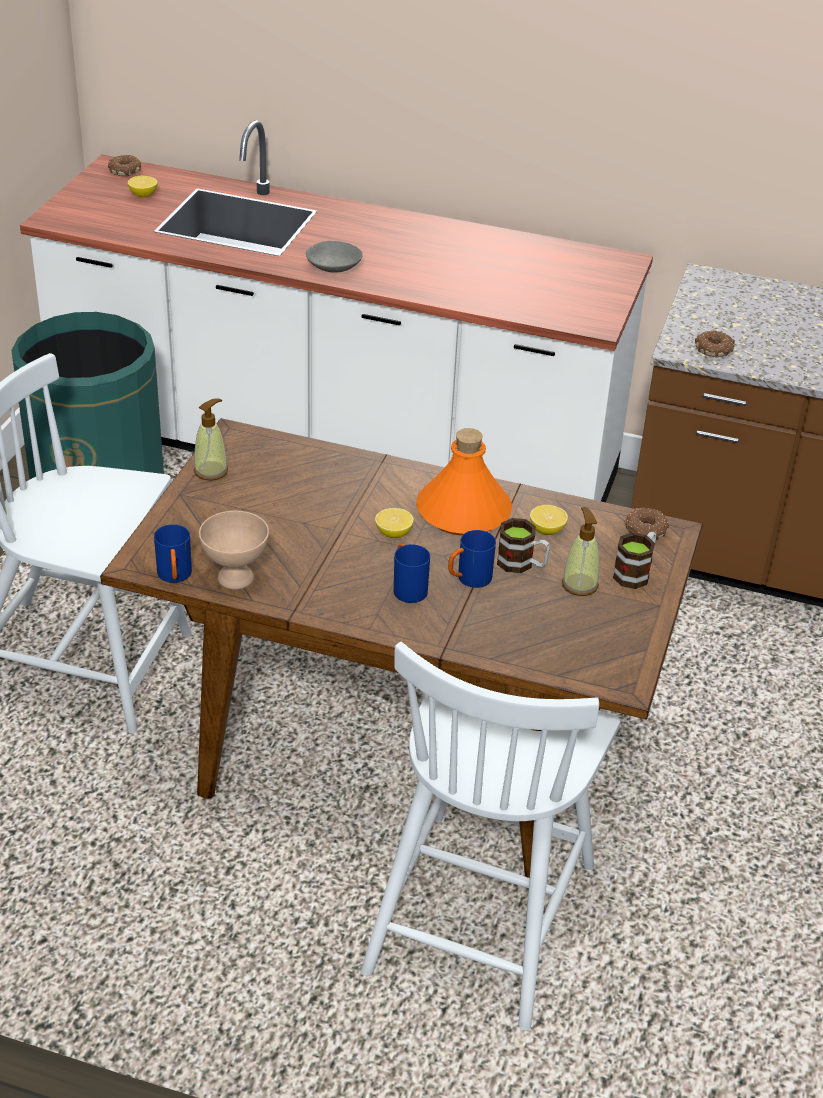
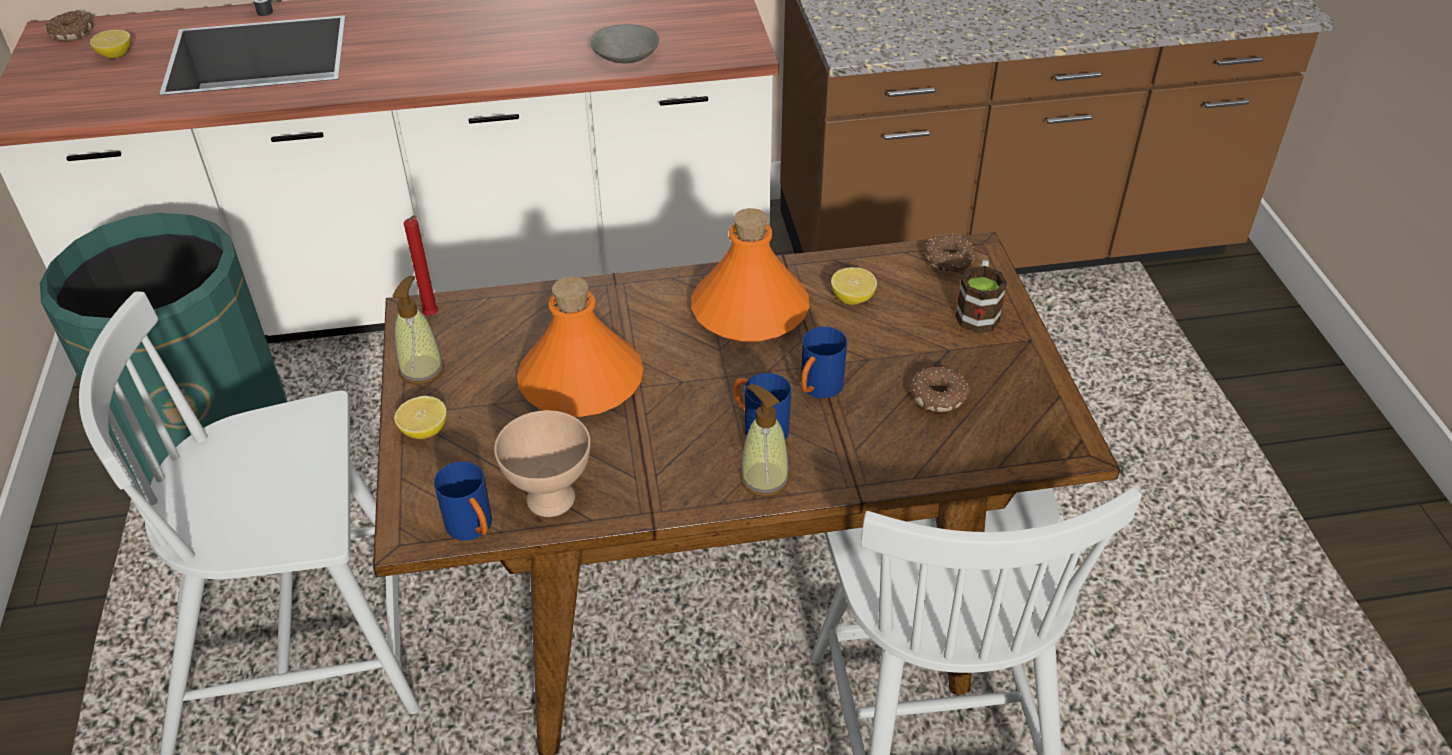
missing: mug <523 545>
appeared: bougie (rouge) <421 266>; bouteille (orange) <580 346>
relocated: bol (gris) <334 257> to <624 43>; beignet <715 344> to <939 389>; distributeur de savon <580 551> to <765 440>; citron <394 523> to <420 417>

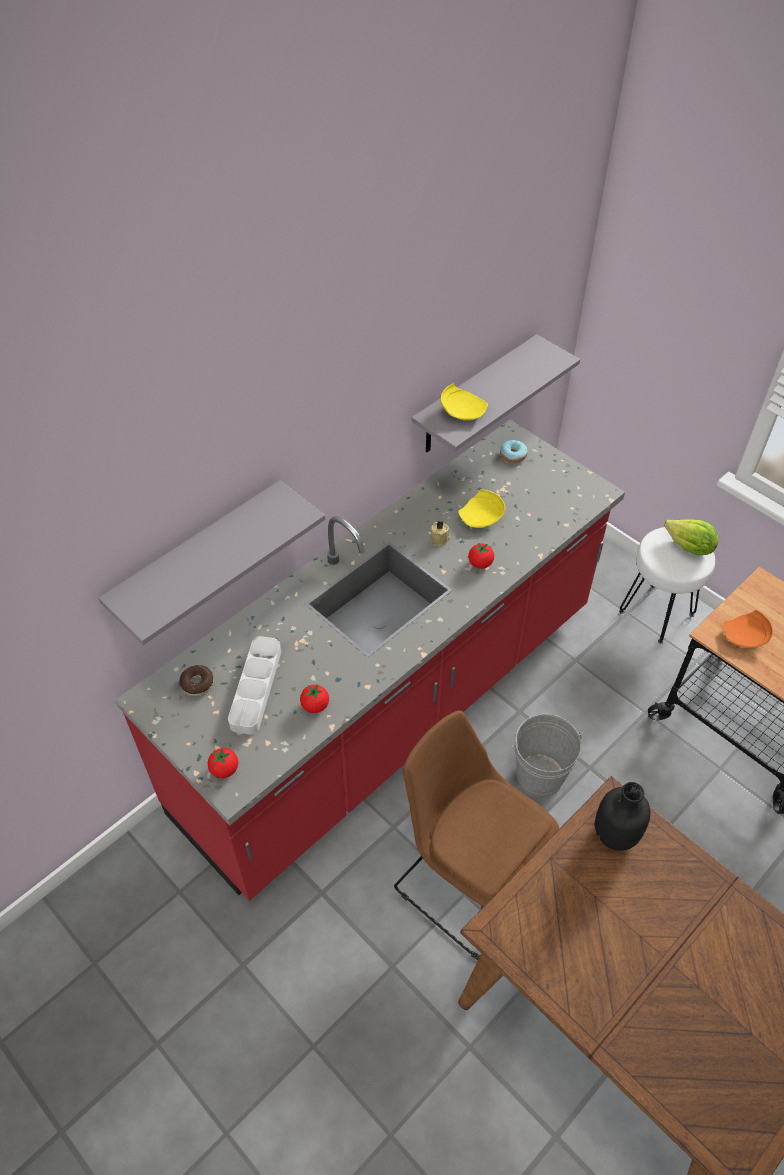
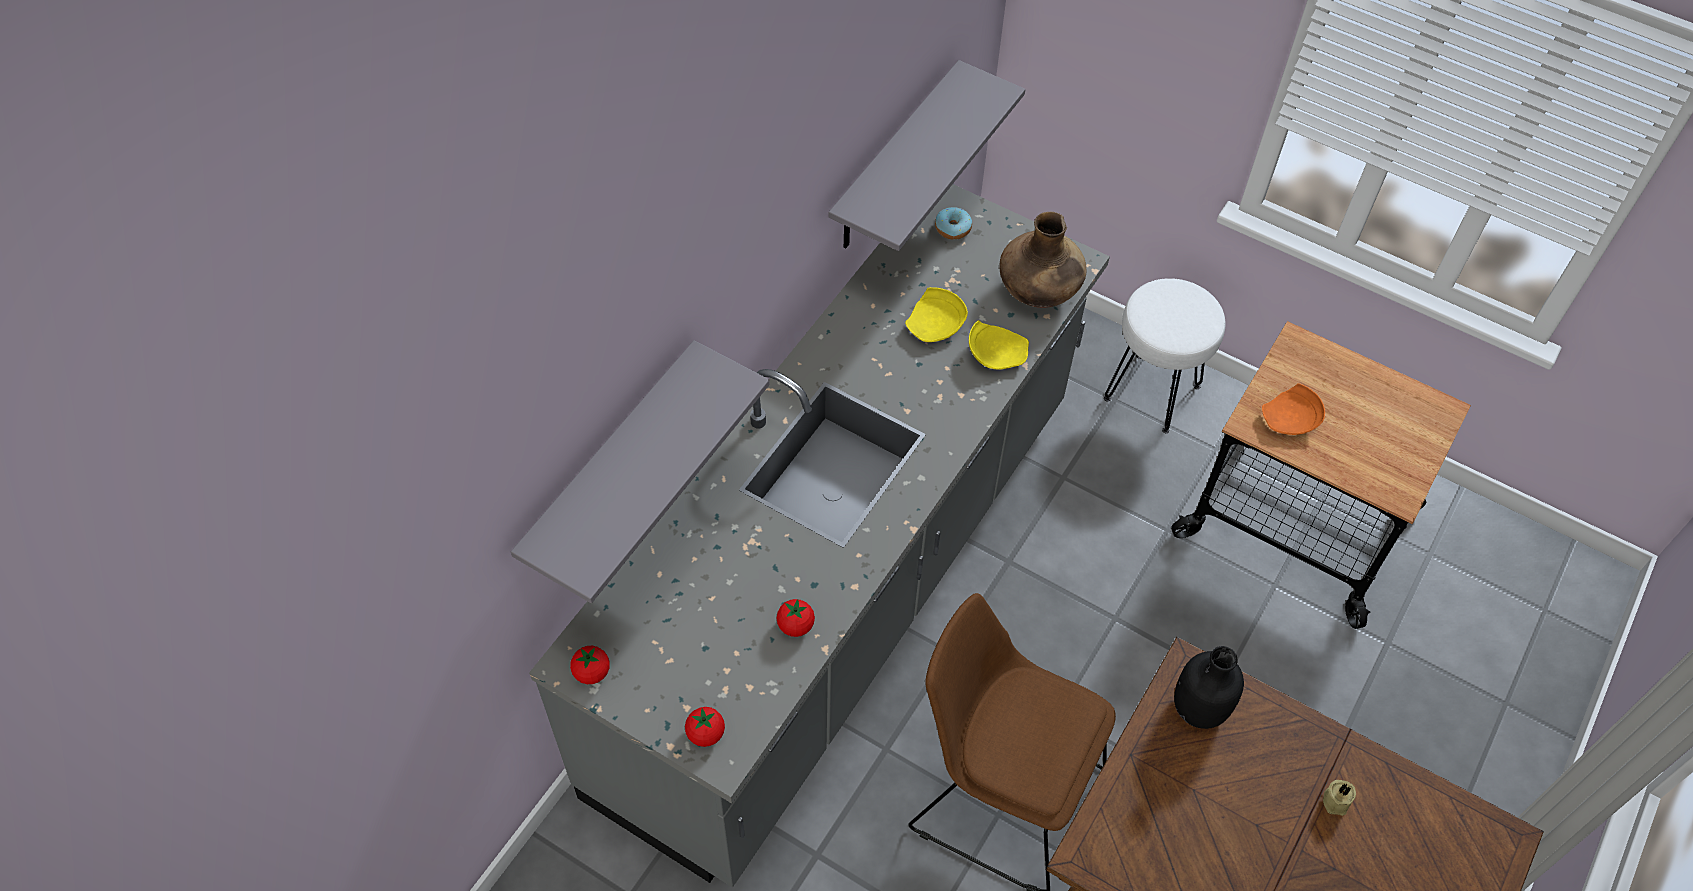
missing: laitue <691 537>; plateau (gris) <254 685>; beignet <196 680>; seau (gris) <547 755>
appeared: vase (marron) <1043 260>
relocated: assiette (jaune) <464 402> to <999 345>; bougie (beige) <440 534> to <1339 798>; tomate <481 556> to <590 665>
colour: comptoir de cuisine (rouge) <370 660> to comptoir de cuisine (gris) <819 535>

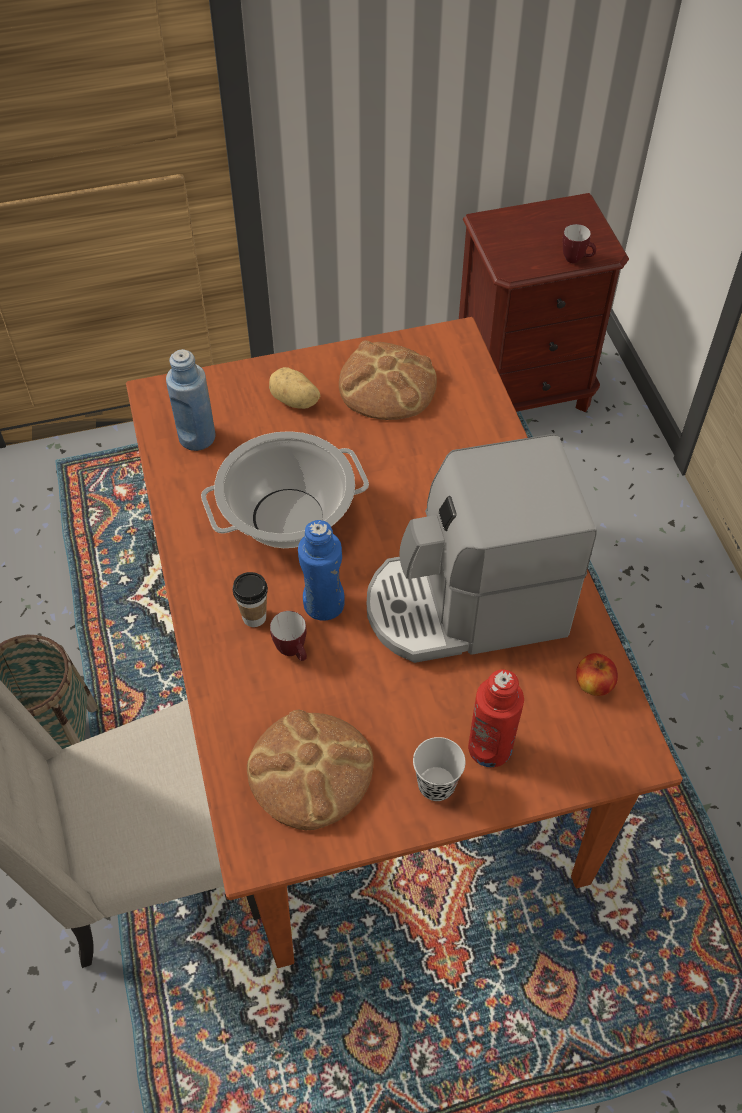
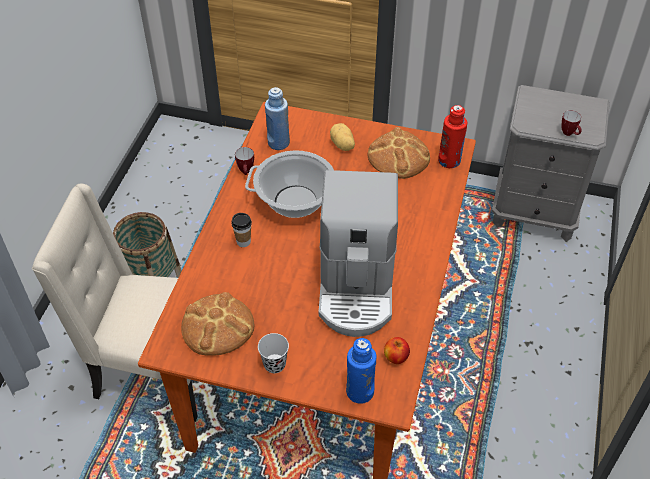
relocated: bouteille (bleu) <321 570> to <361 371>; mug <288 636> to <244 161>; bouteille (rouge) <496 718> to <452 136>
colour: table de chevet (marron) <544 302> to table de chevet (gris) <551 163>
spun: machine à café <482 548> = <358 253> 105 degrees counterclockwise

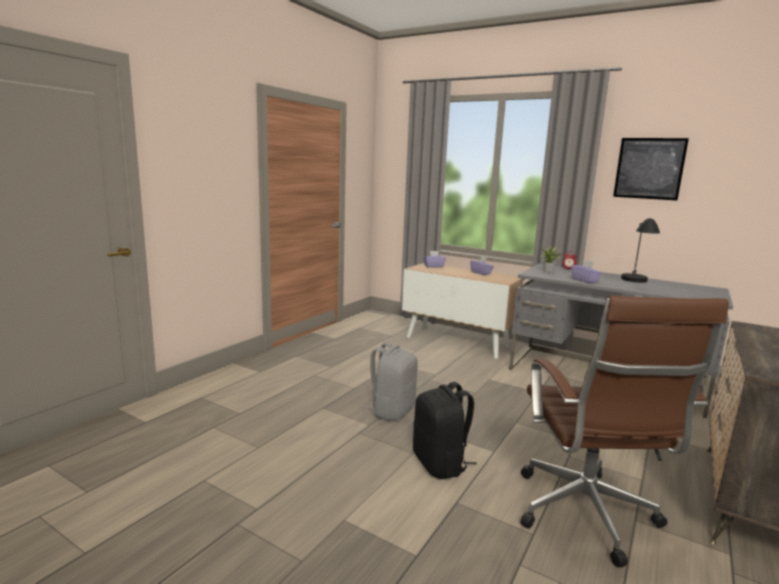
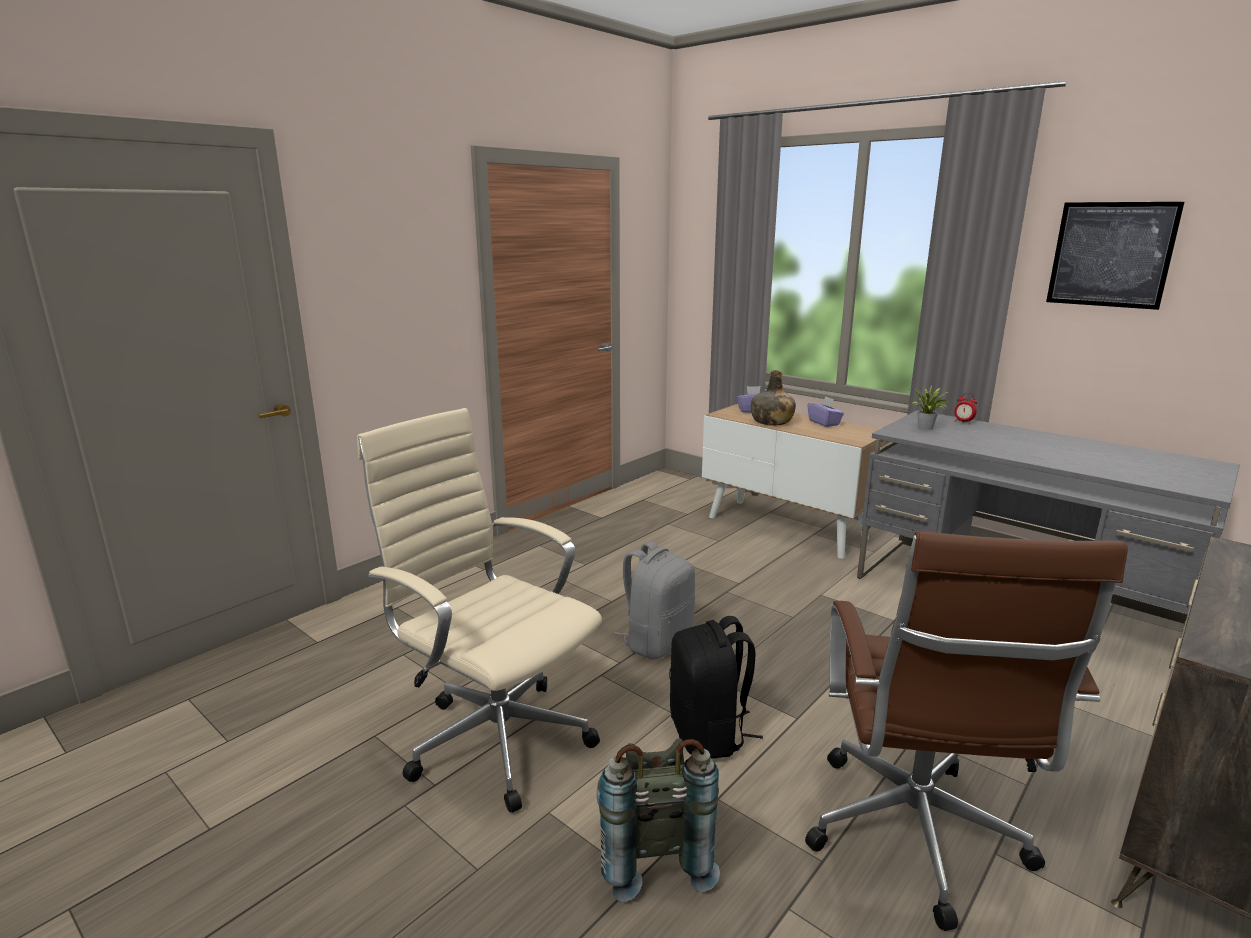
missing: lampe de table (noir) <640 250>; boîte à mouchoirs (violet) <586 271>
appeared: bouteille (vert) <773 398>; chaise de bureau (beige) <479 610>; sac à dos (gris) <658 820>

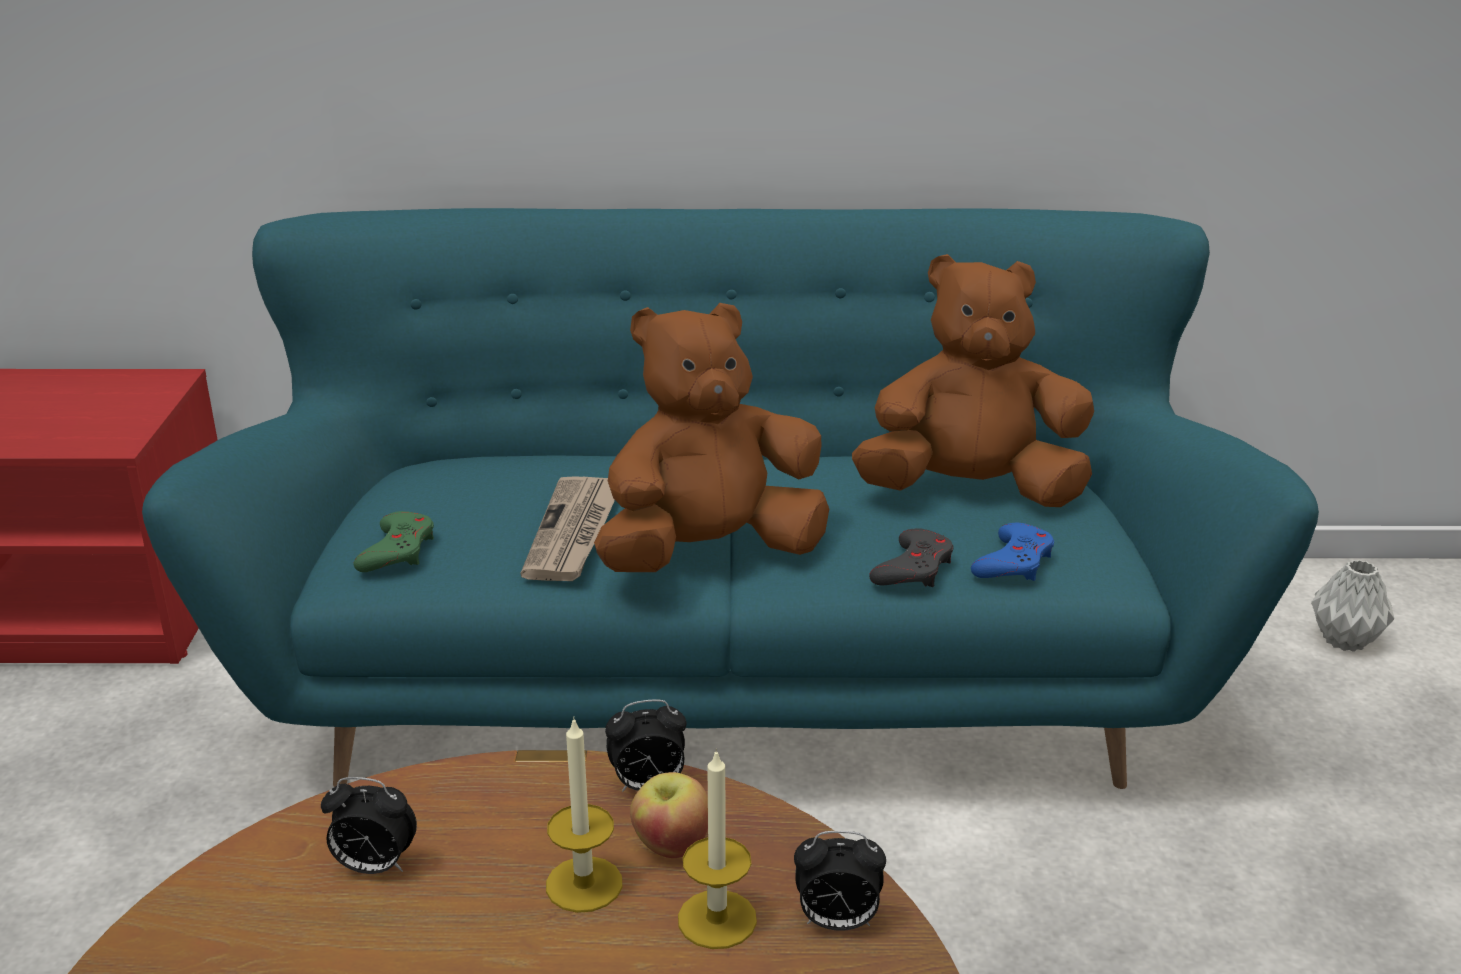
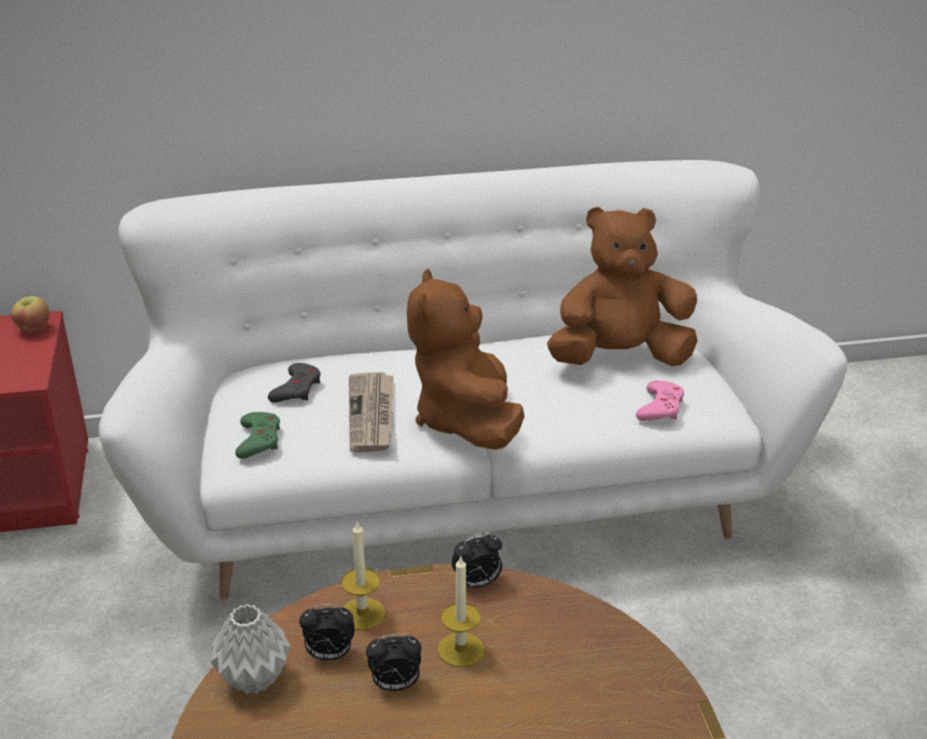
relocated: manette (gris) <911 557> to <294 382>; vase (gris) <1352 606> to <250 649>; bougie <717 849> to <363 576>; pomme <669 815> to <30 315>; réveil <840 881> to <393 662>
colour: canapé (turquoise) <730 498> to canapé (blanc) <473 380>; manette (bleu) <1012 552> to manette (rose) <660 400>
spun: peluche (marron) <711 437> = <466 359> 60 degrees counterclockwise

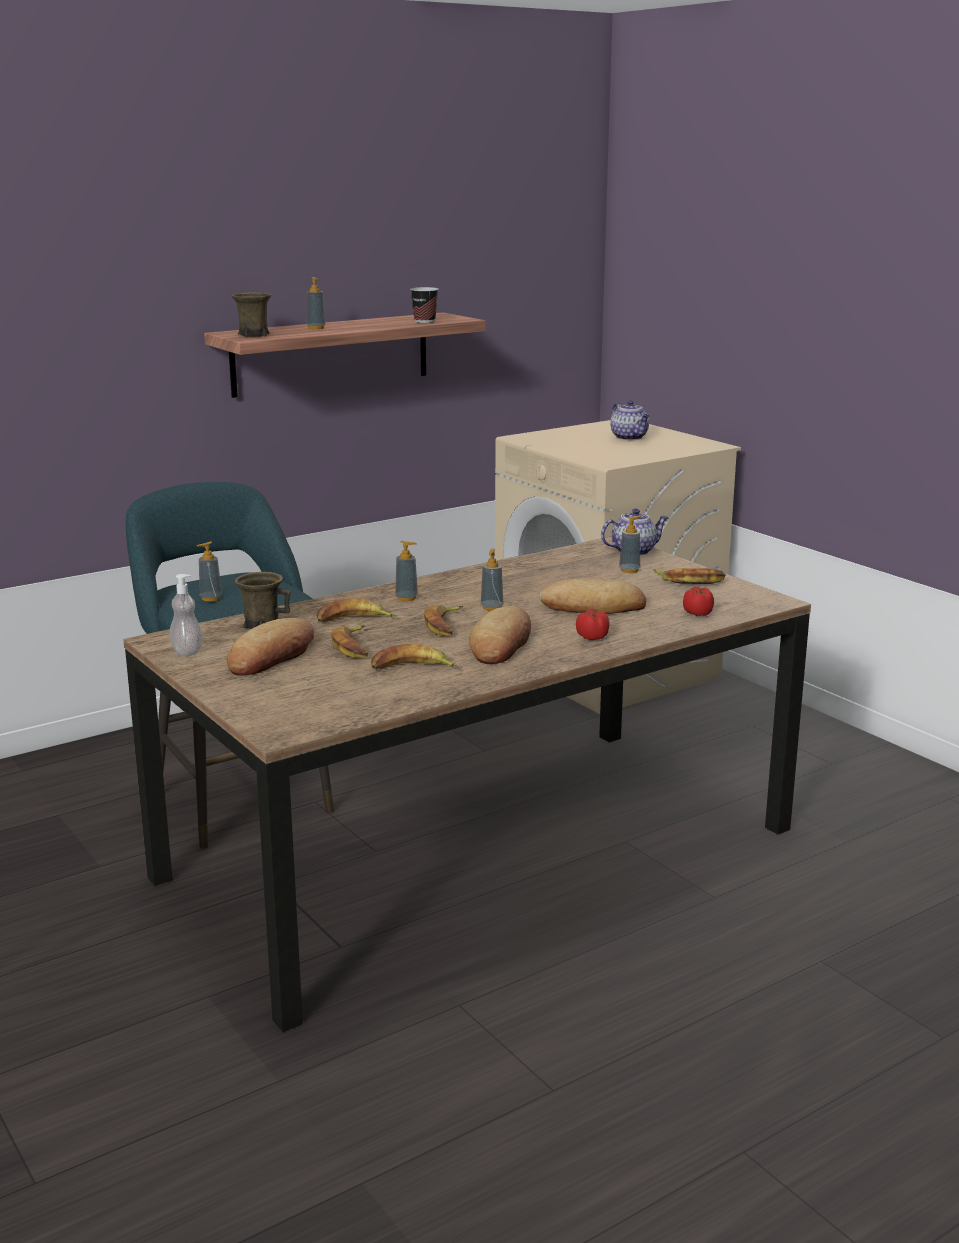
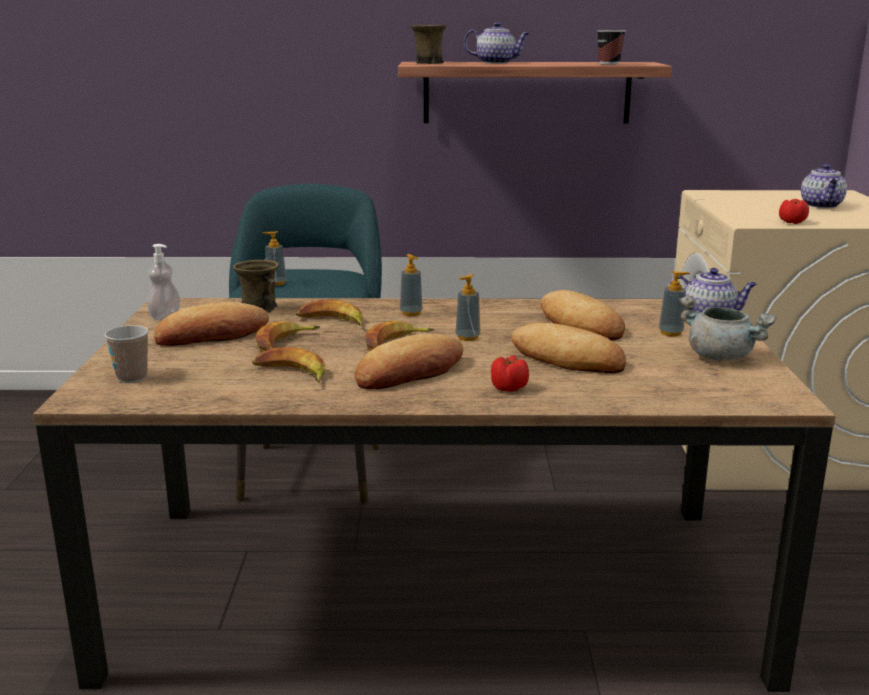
appeared: pain <583 315>; tasse <126 354>
relocated: tomate <698 601> to <794 211>
exchanged: distributeur de savon <316 303> to théière <497 43>; banane <689 576> to marmite (gris) <728 328>

